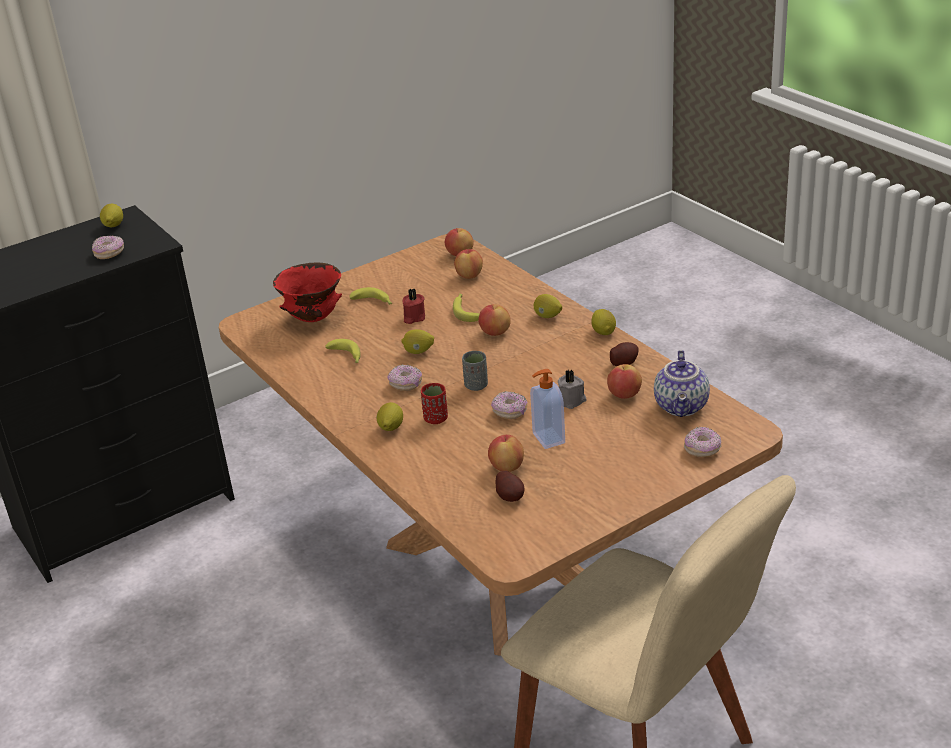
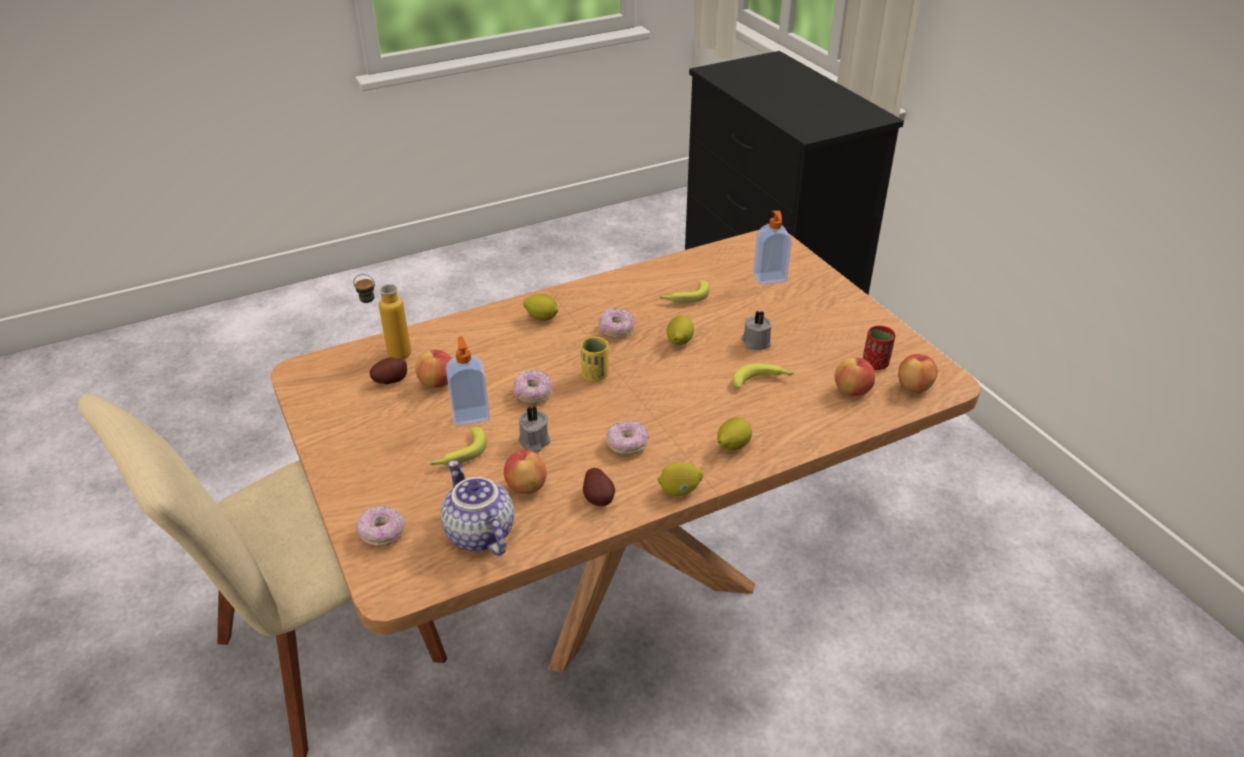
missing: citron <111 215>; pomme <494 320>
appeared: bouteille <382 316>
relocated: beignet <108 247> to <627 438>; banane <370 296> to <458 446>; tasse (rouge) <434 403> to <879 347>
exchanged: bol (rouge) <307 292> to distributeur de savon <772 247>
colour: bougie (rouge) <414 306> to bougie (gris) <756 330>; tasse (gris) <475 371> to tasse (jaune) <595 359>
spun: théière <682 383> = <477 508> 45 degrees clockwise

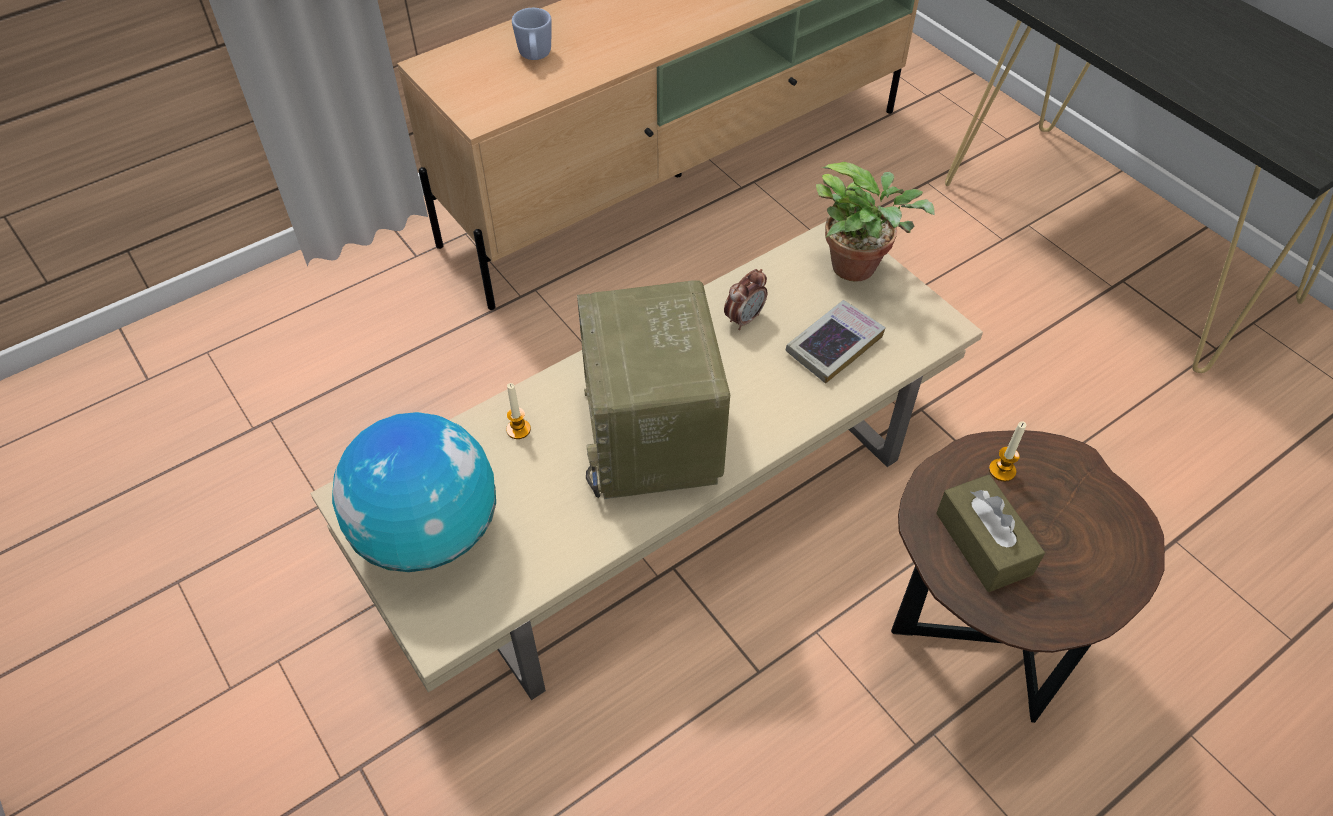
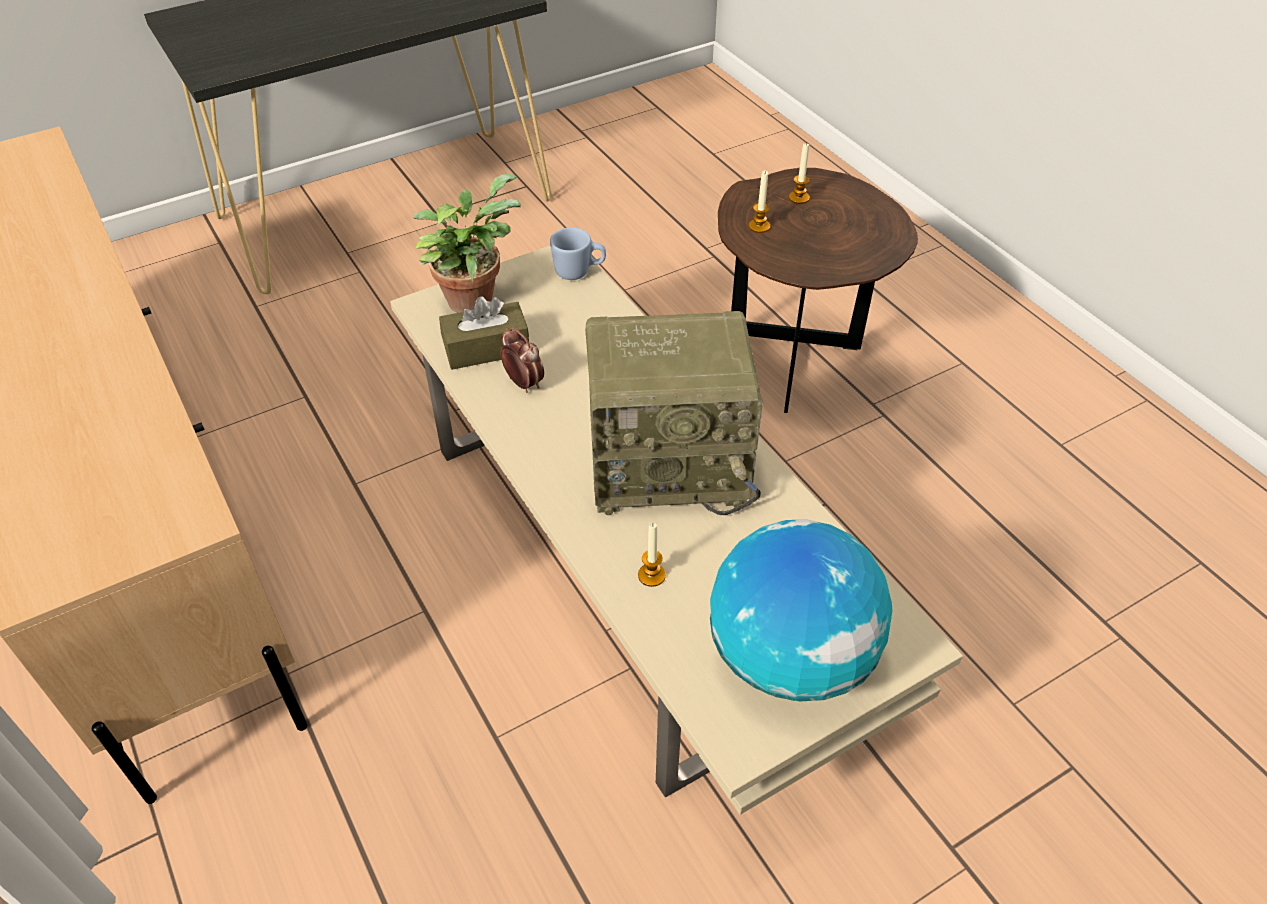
missing: livre <835 342>
appeared: bougie <799 173>
relocated: mug (bleu) <532 34> to <578 253>; boîte à mouchoirs (marron) <990 533> to <484 333>

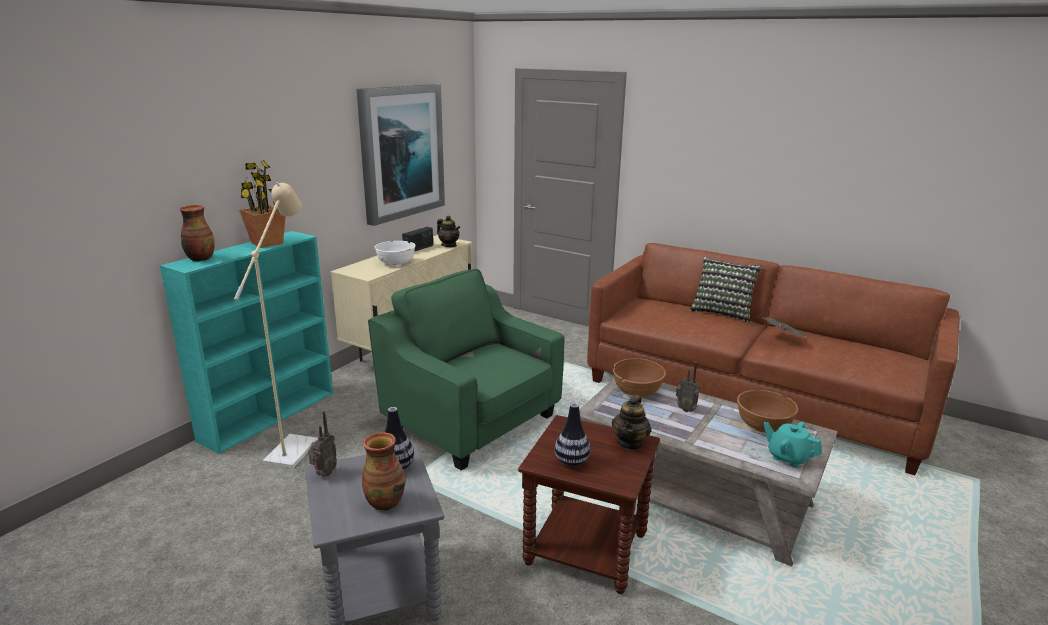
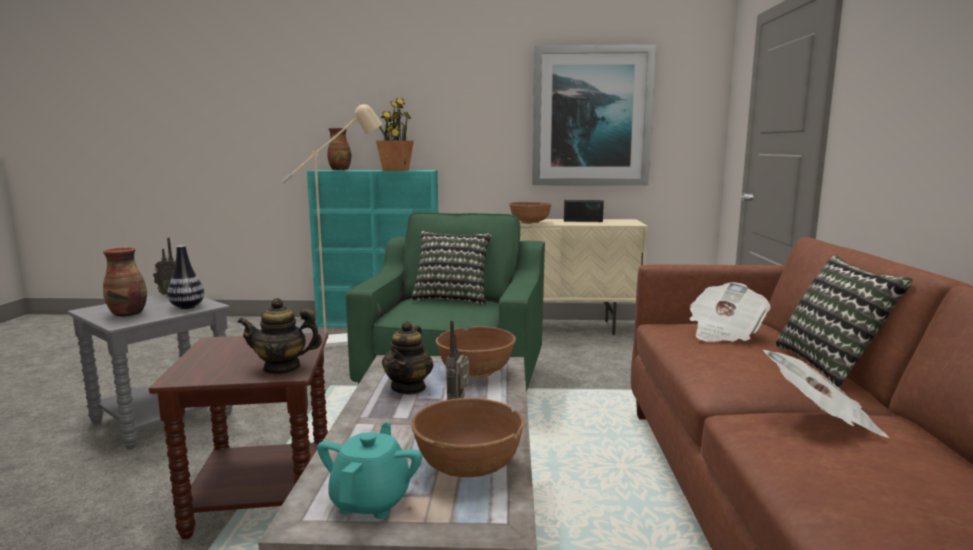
missing: vase <572 434>
appeared: coussin <451 268>; journal <729 312>
relocated: théière <448 231> to <407 358>
colour: bol (blanc) <395 253> to bol (marron) <530 213>

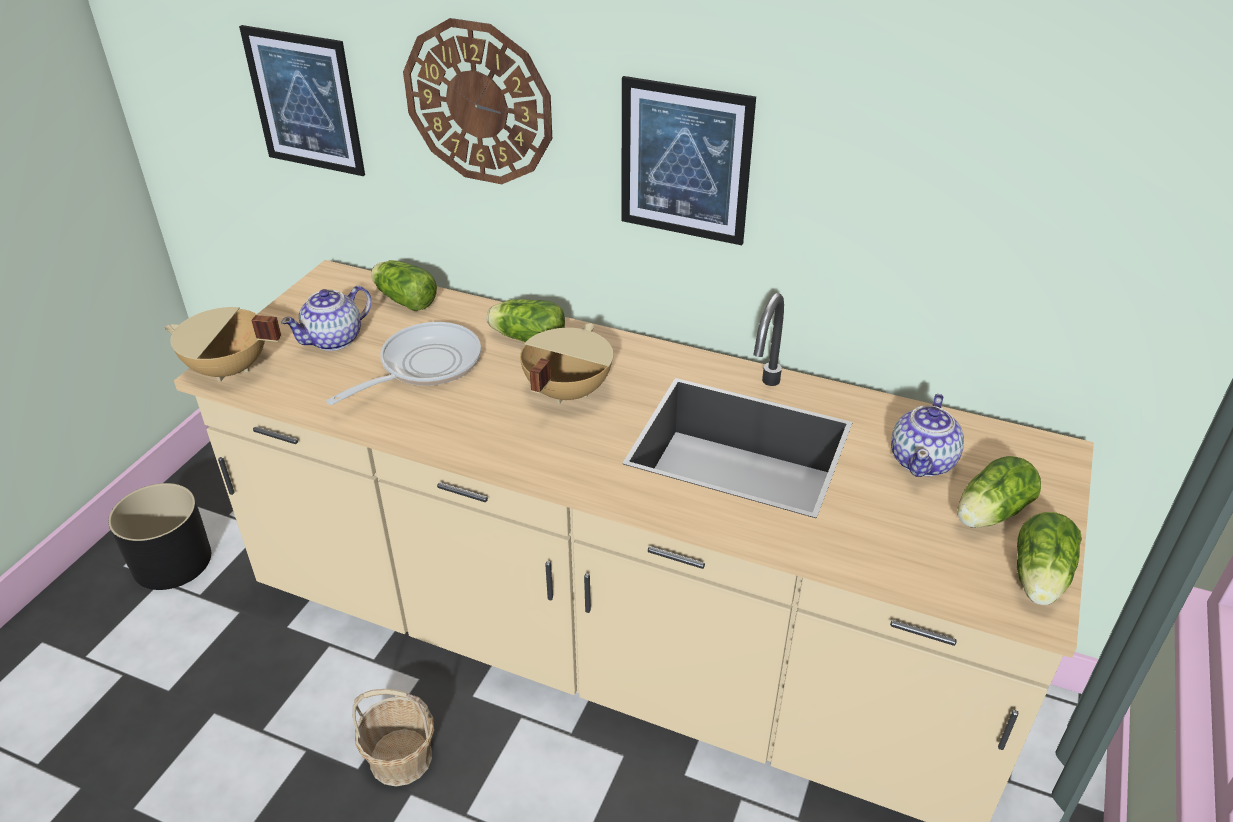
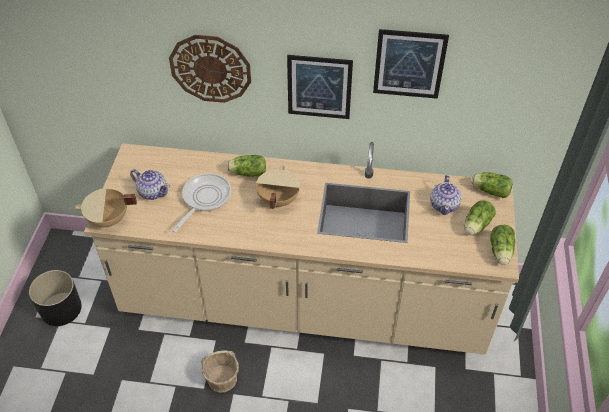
relocated: tableau <302 100> to <411 64>; laitue <404 285> to <491 185>
spun: théière <326 318> = <150 184> 90 degrees counterclockwise

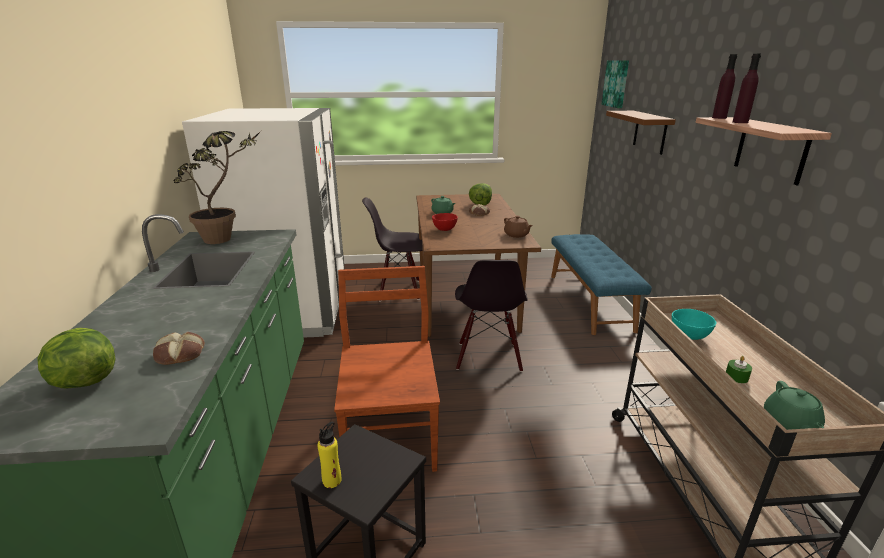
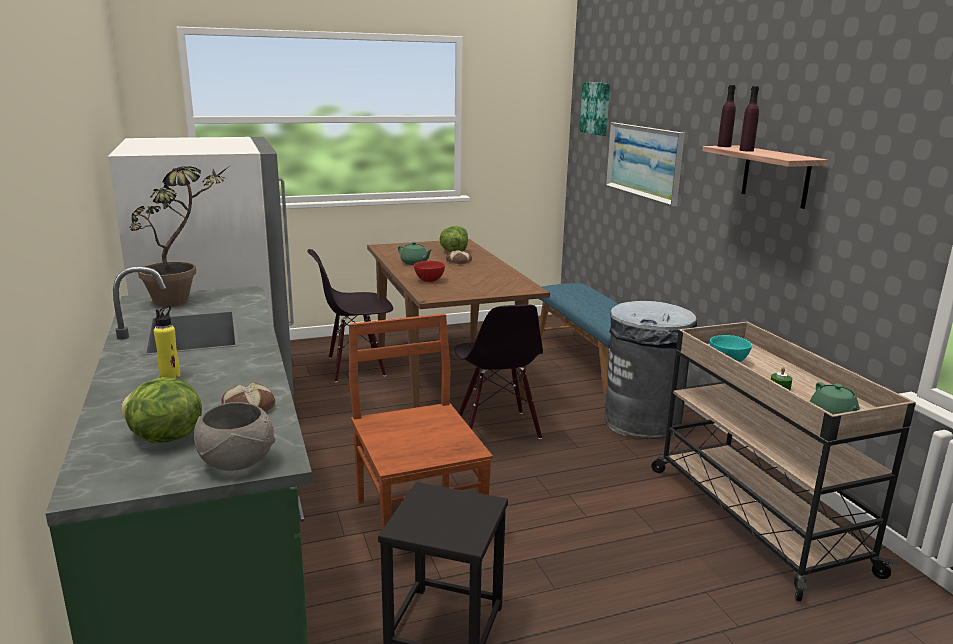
missing: théière (marron) <518 227>
appeared: poubelle (gris) <651 370>; bol (gris) <234 436>
relocated: bouteille (jaune) <329 455> to <167 342>
exchanged: étagère (marron) <641 133> to tableau <645 164>

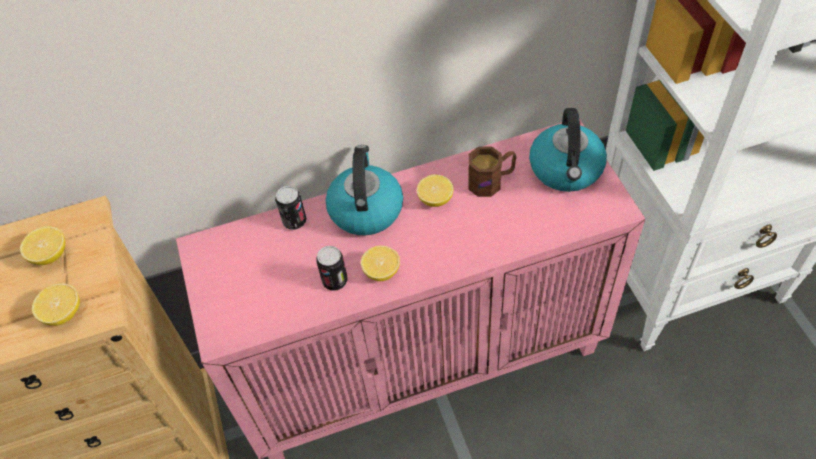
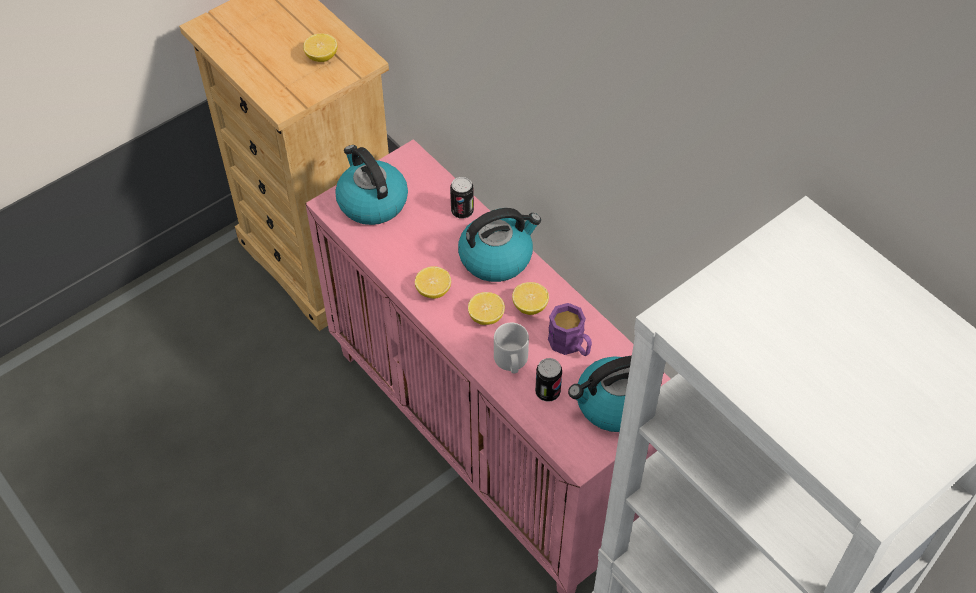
appeared: bouilloire <371 185>; mug (gris) <511 348>
relocated: boîte métallique <332 268> to <548 380>; citron <56 304> to <486 308>
colour: mug (marron) <492 171> to mug (violet) <570 329>

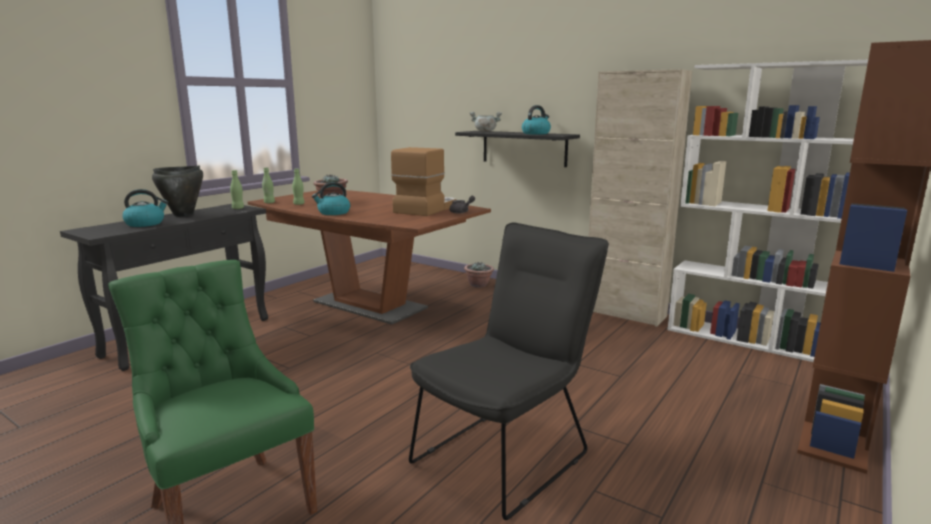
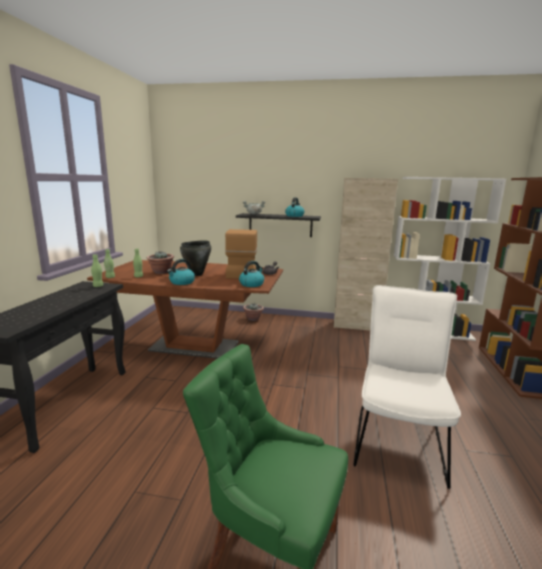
relocated: marmite (noir) <177 191> to <195 258>; bouilloire <145 208> to <251 274>
colour: chaise (noir) <509 371> to chaise (blanc) <407 387>

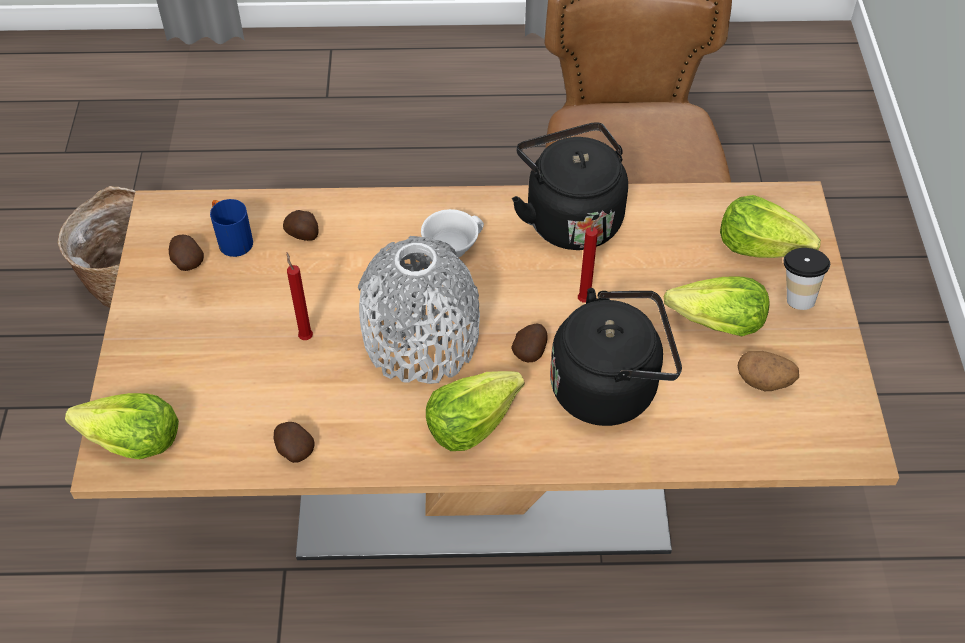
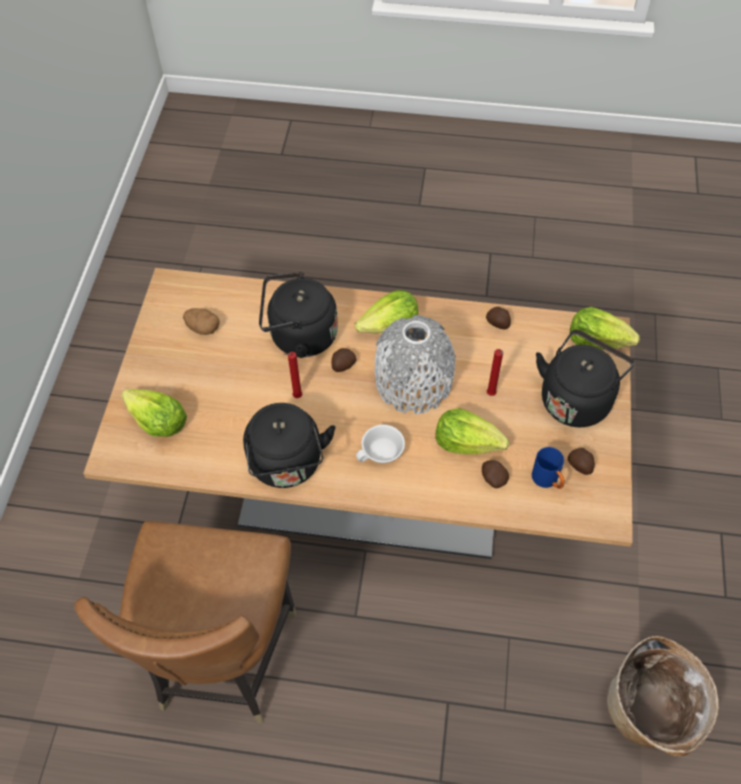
missing: tasse <806 279>
appeared: bouilloire (noir) <585 378>
relocated: laitue <716 306> to <472 431>

